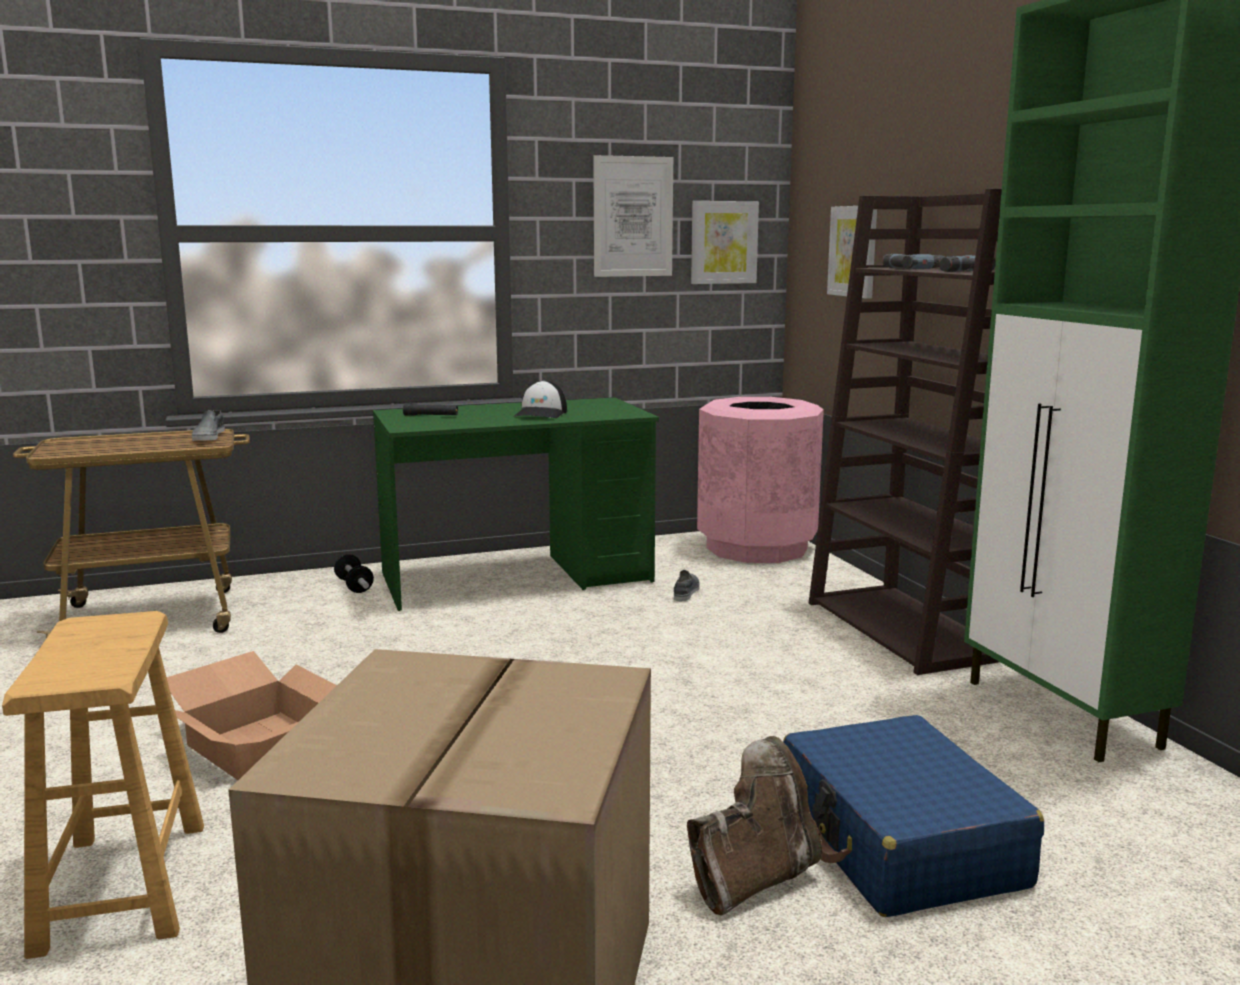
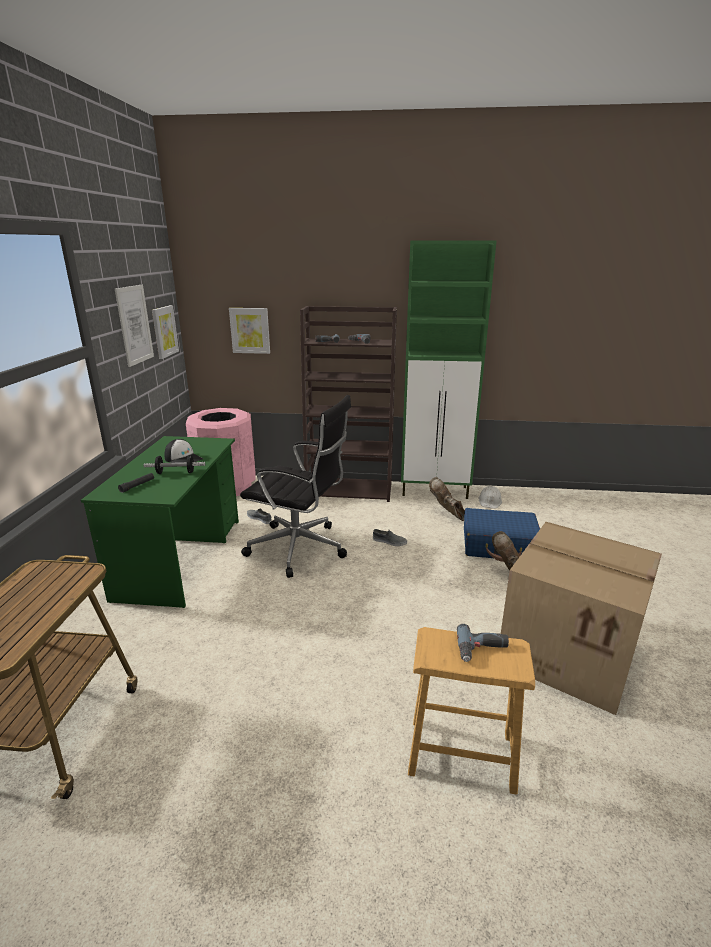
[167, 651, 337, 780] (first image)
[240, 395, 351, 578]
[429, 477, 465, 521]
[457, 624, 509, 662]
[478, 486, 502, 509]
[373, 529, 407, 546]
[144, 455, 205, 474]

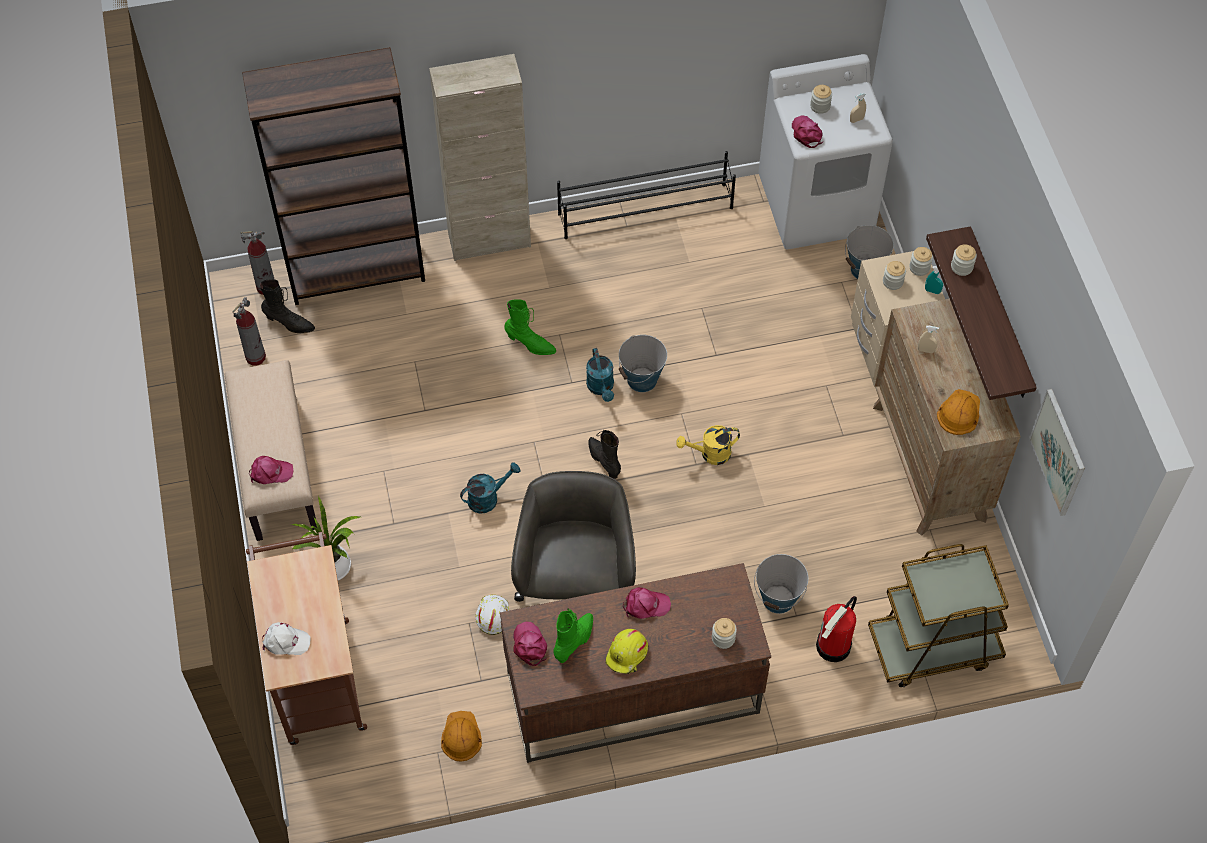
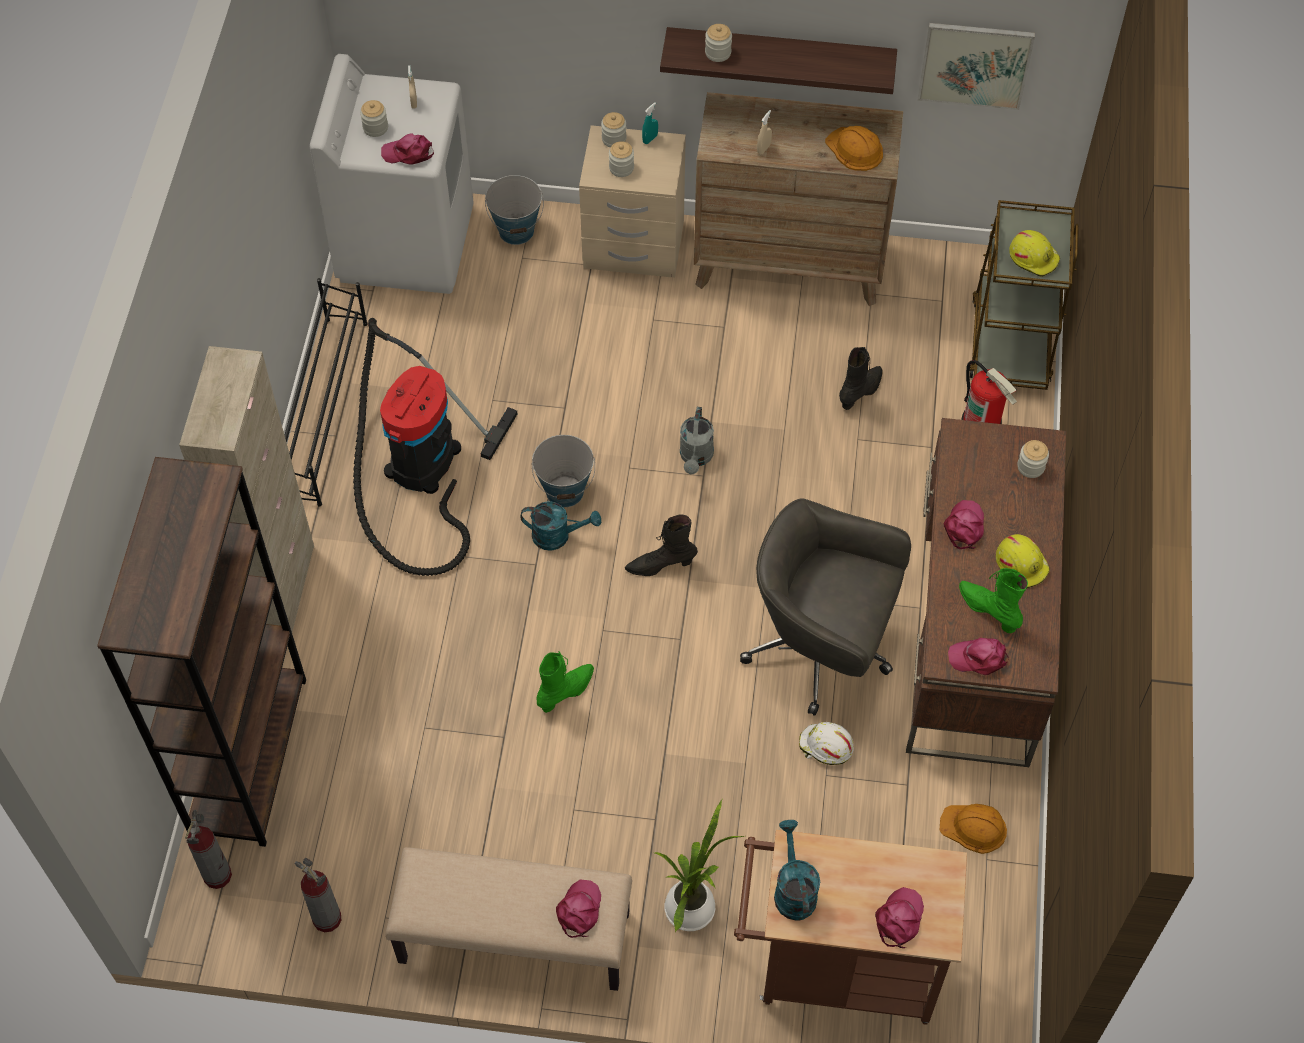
[754, 554, 808, 614] (first image)
[353, 318, 517, 576]
[1009, 230, 1060, 277]
[839, 347, 883, 410]
[774, 820, 820, 921]
[536, 651, 594, 713]
[875, 887, 924, 948]
[680, 407, 714, 474]

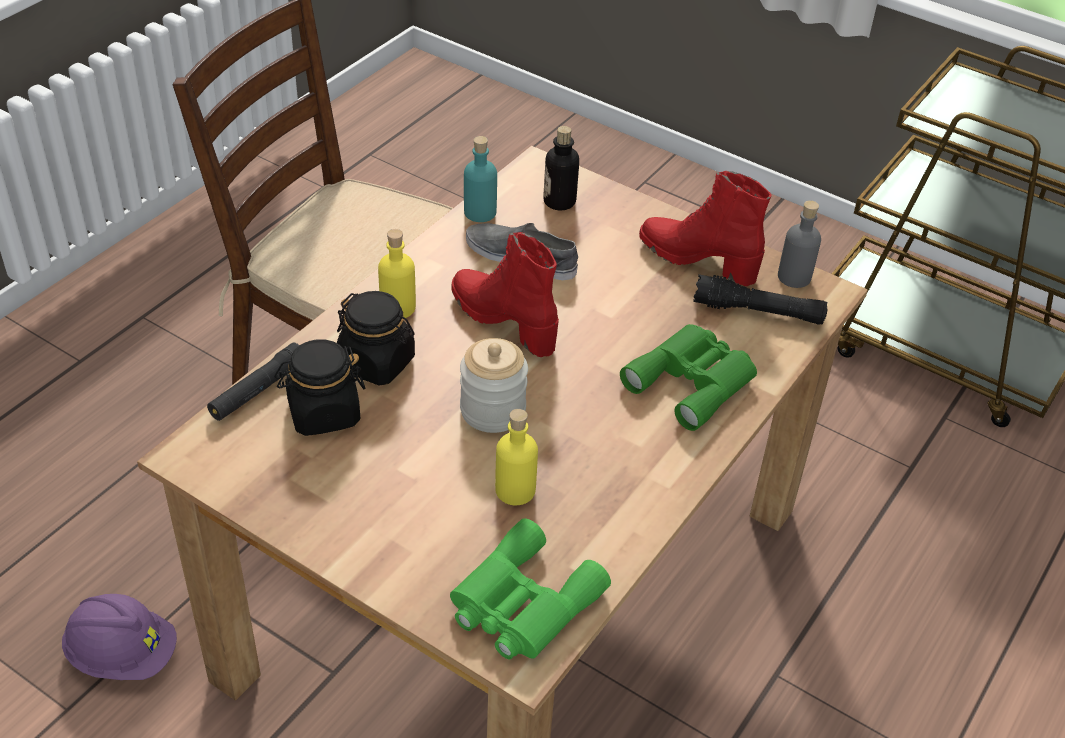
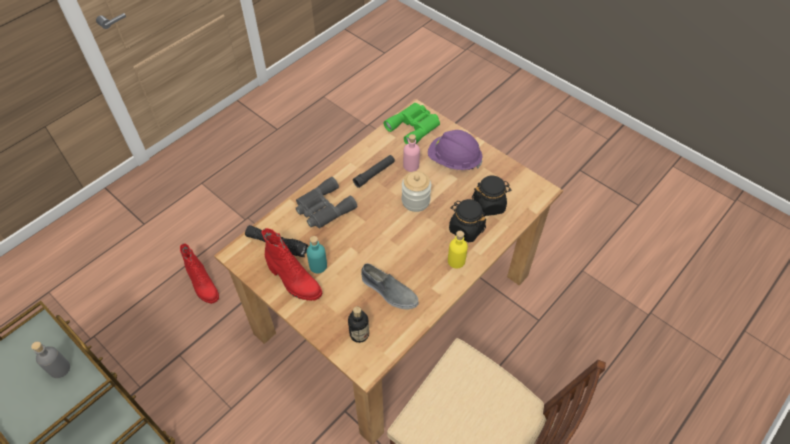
[428, 130, 483, 170]
[353, 155, 395, 188]
[180, 243, 219, 304]
[307, 236, 327, 274]
[31, 341, 70, 378]
[403, 134, 420, 172]
[296, 177, 357, 229]

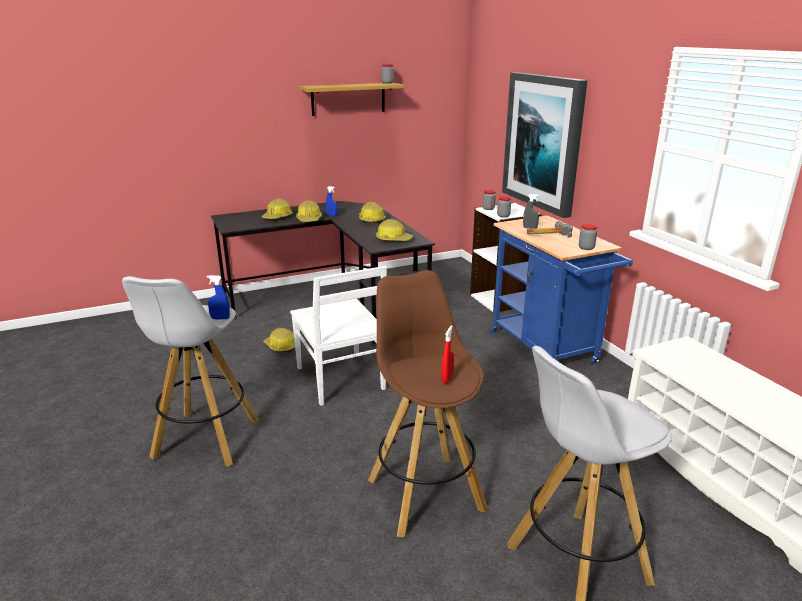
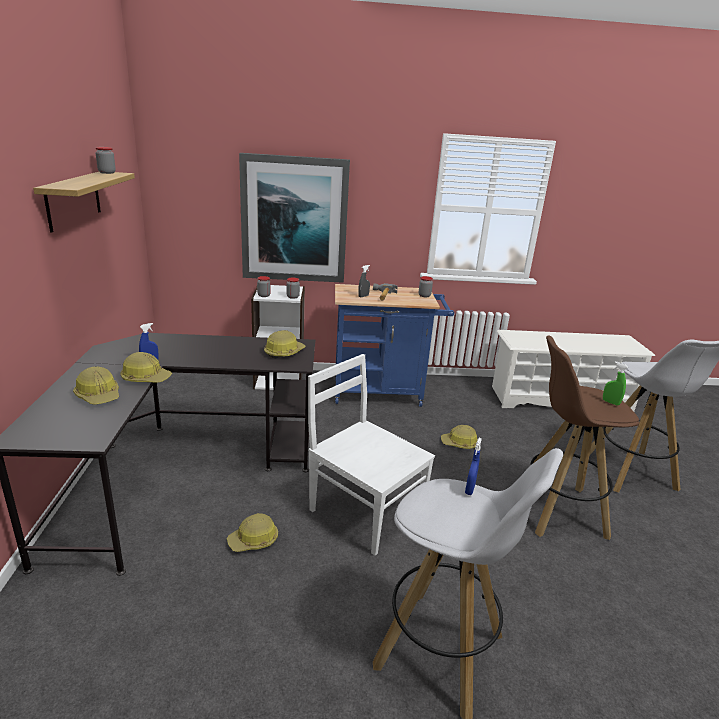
[441, 425, 478, 449]
[603, 361, 628, 406]
[308, 354, 435, 556]

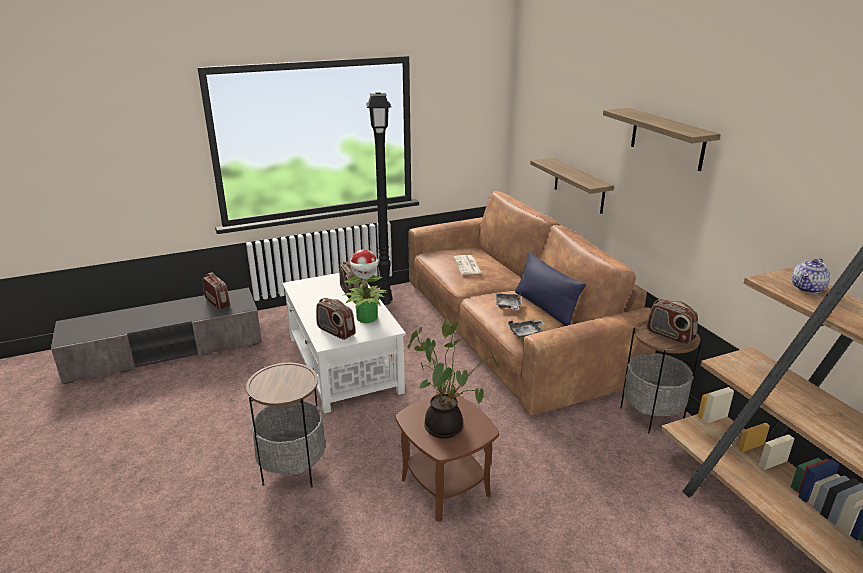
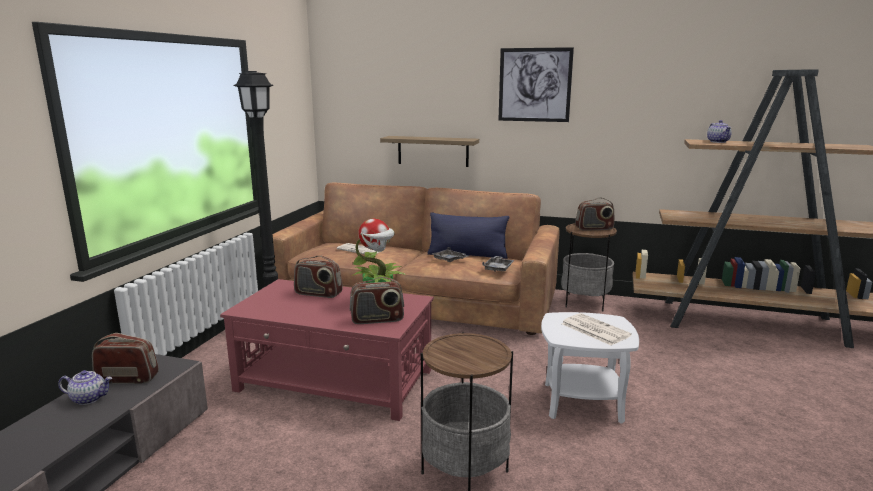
[58, 370, 112, 405]
[562, 313, 632, 345]
[499, 47, 574, 122]
[220, 279, 434, 421]
[541, 312, 639, 423]

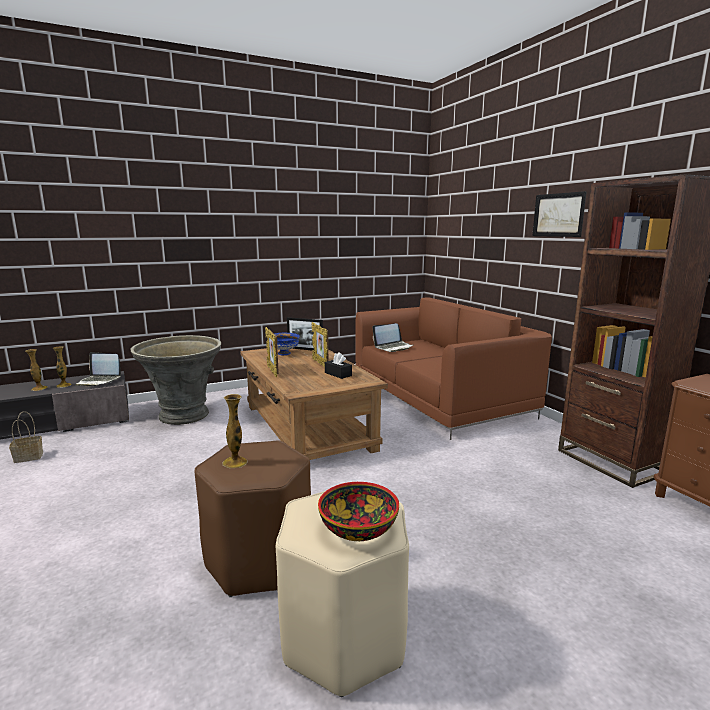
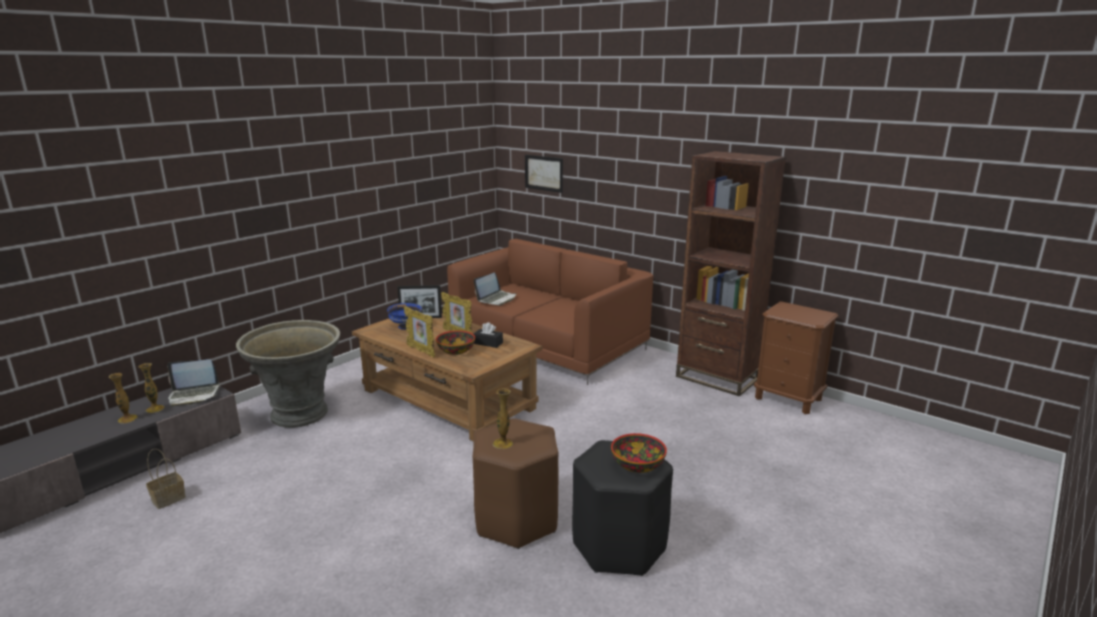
[436, 331, 475, 355]
[525, 155, 563, 193]
[572, 440, 673, 576]

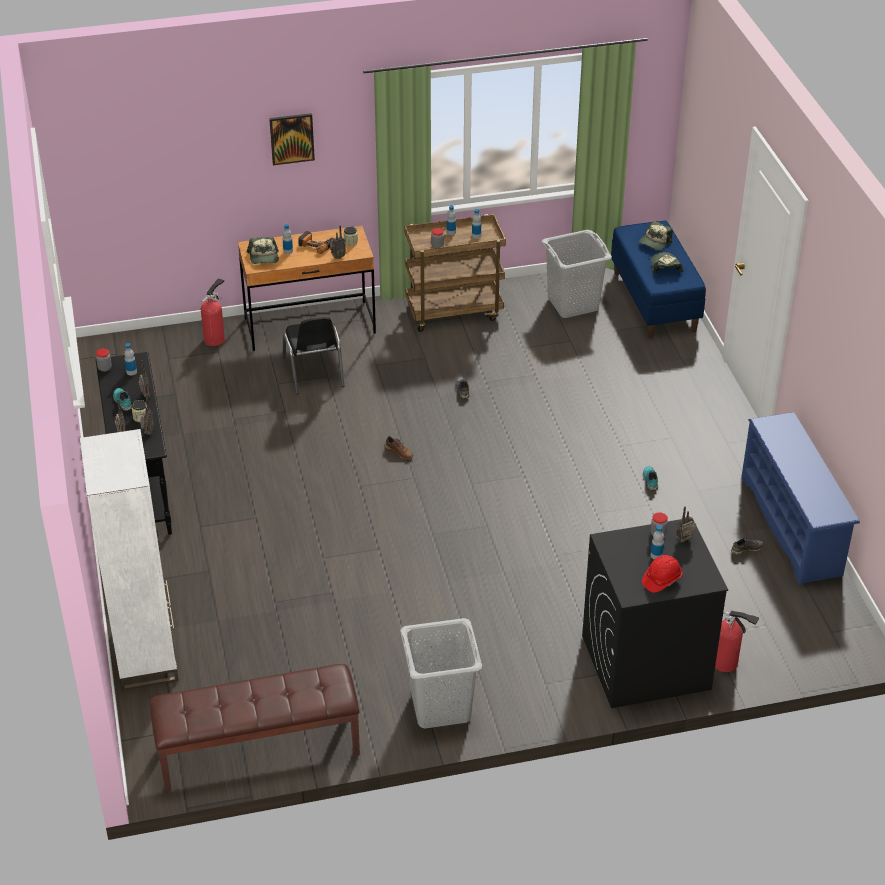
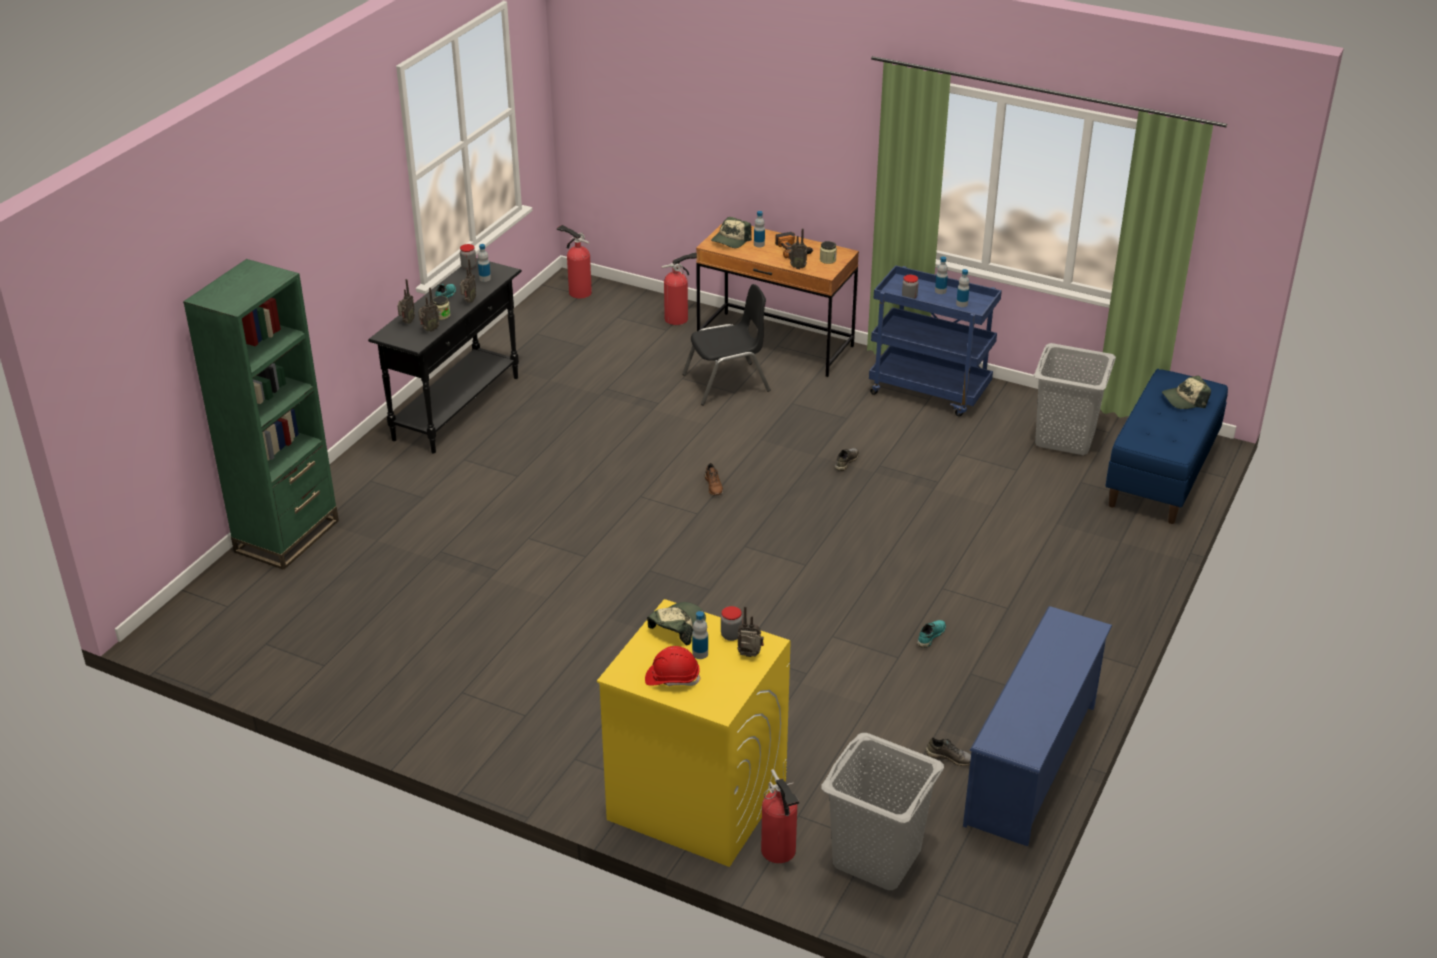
[150, 664, 360, 791] (first image)
[269, 113, 315, 165] (first image)
[557, 225, 592, 298]
[821, 733, 944, 890]
[647, 602, 706, 645]
[183, 259, 339, 570]
[869, 265, 1002, 417]
[597, 599, 791, 867]
[682, 284, 771, 406]

